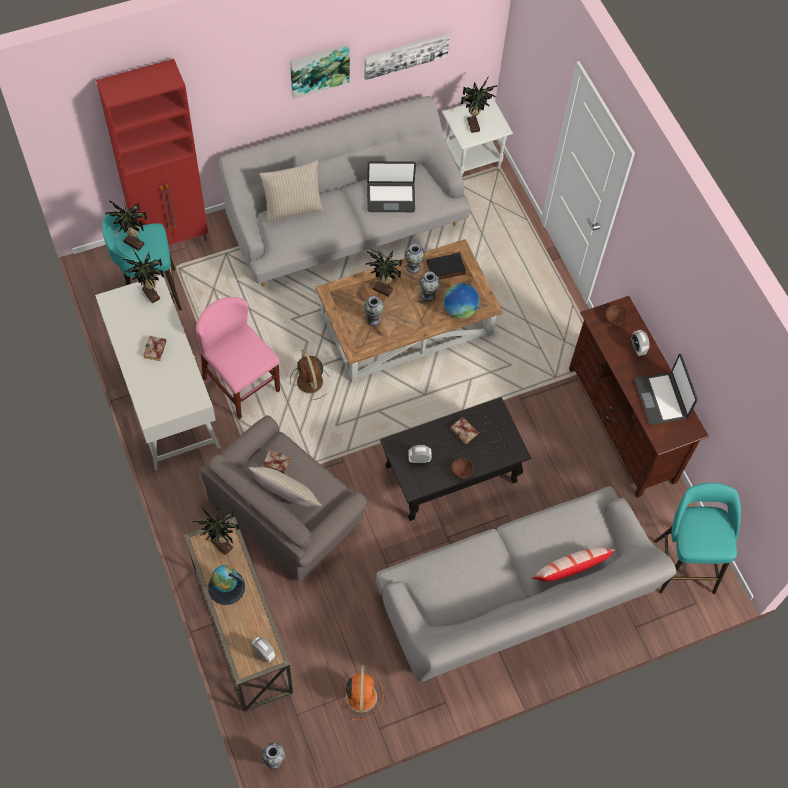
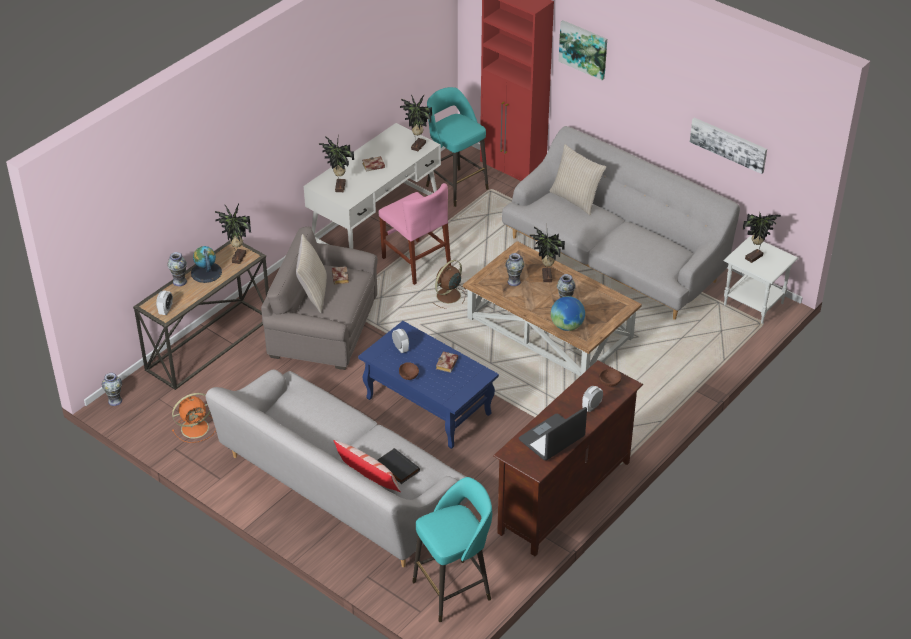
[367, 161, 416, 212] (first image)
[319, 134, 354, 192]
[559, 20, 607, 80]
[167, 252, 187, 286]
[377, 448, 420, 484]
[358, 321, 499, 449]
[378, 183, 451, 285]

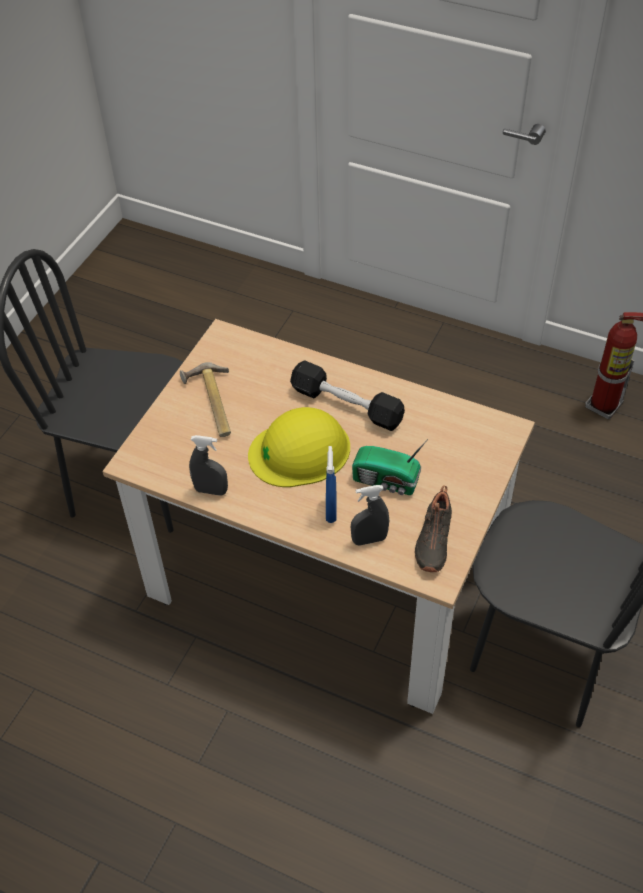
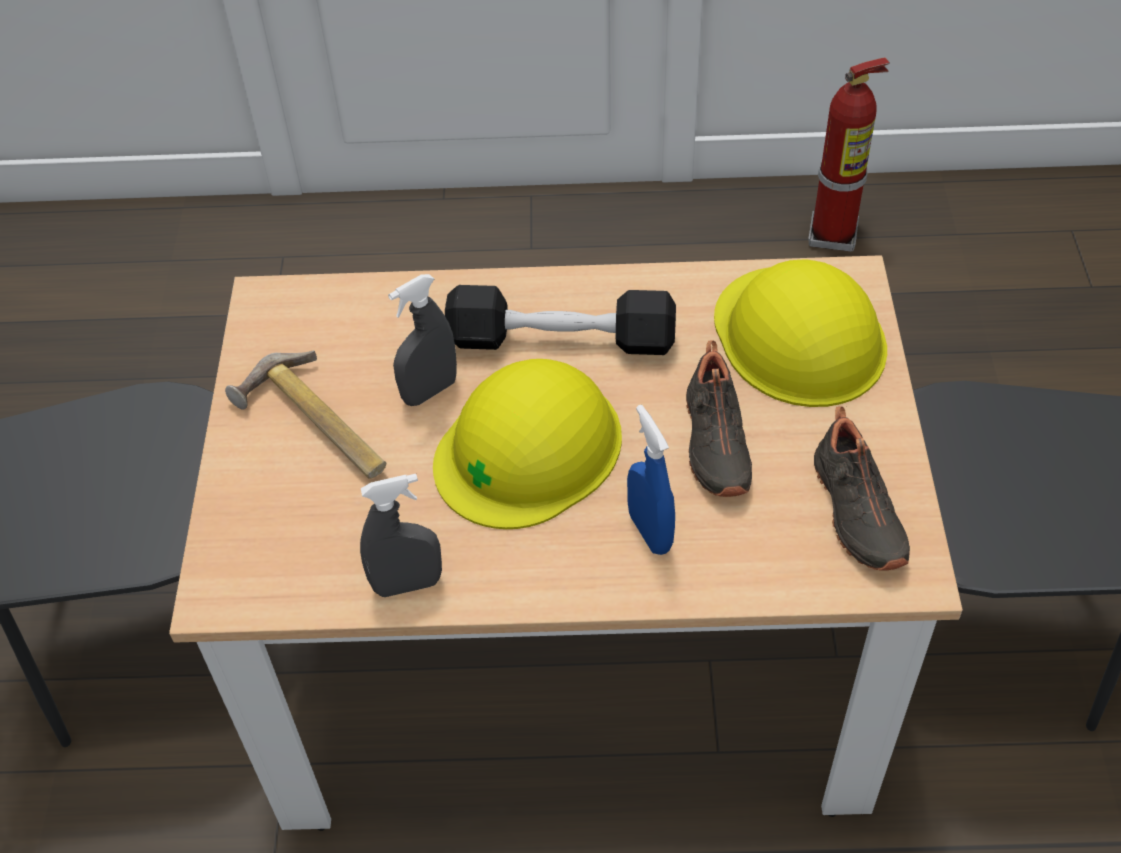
[714, 259, 887, 407]
[388, 274, 457, 406]
[686, 341, 752, 497]

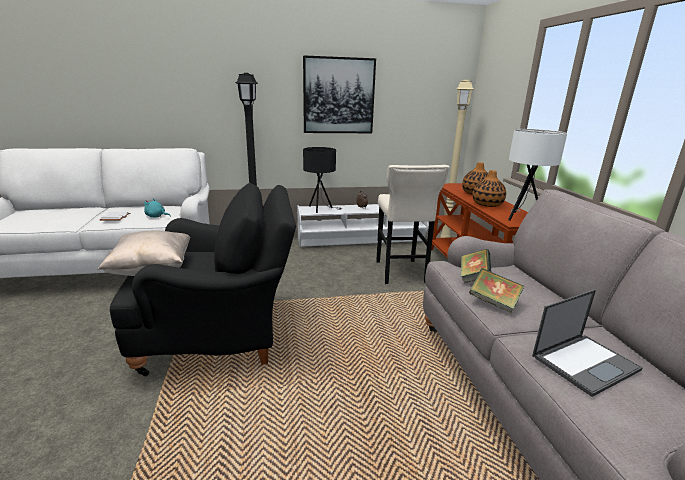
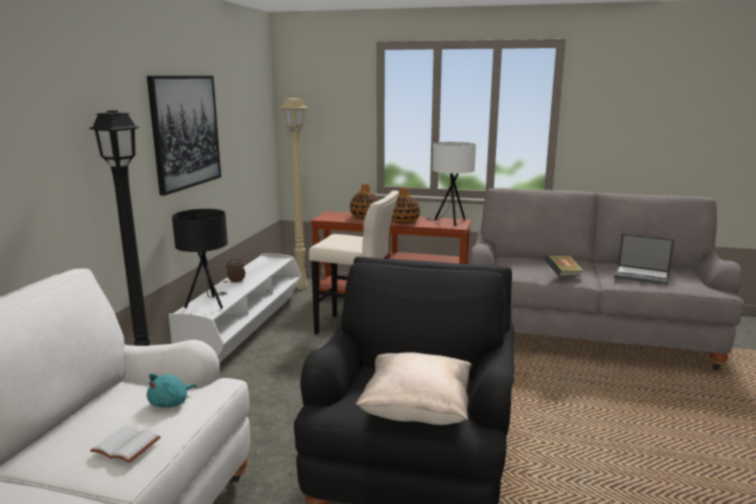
[461, 249, 491, 283] (first image)
[614, 233, 675, 285]

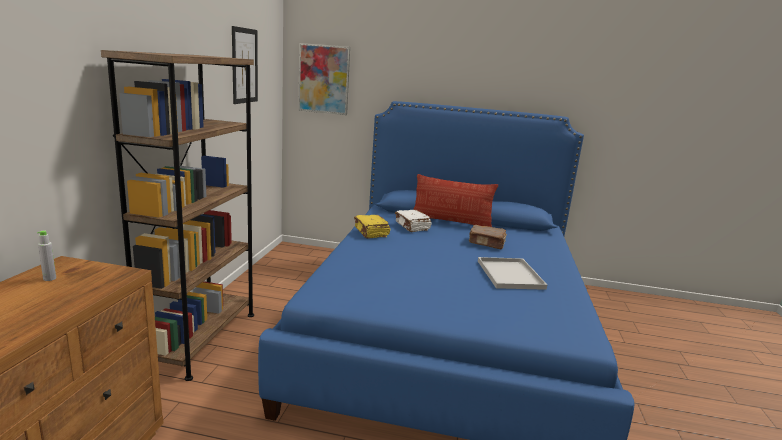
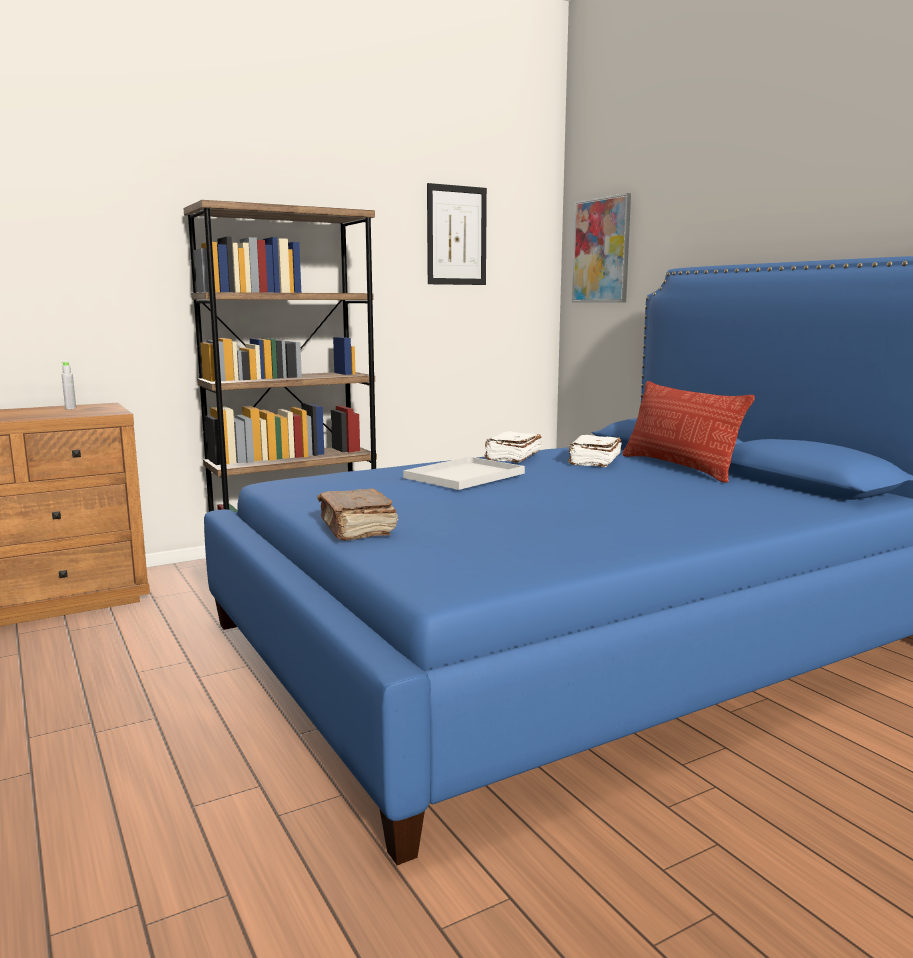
[317, 489, 398, 540]
[403, 457, 525, 490]
[485, 431, 542, 463]

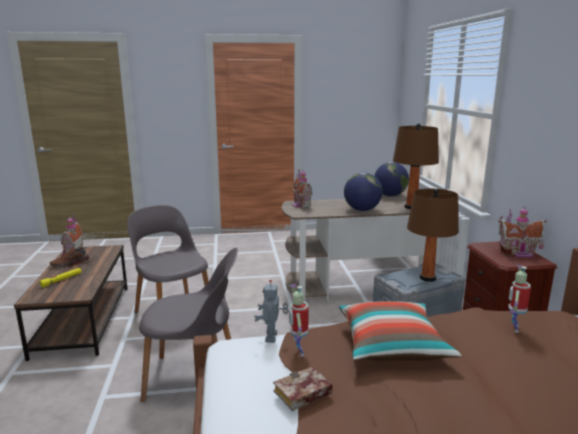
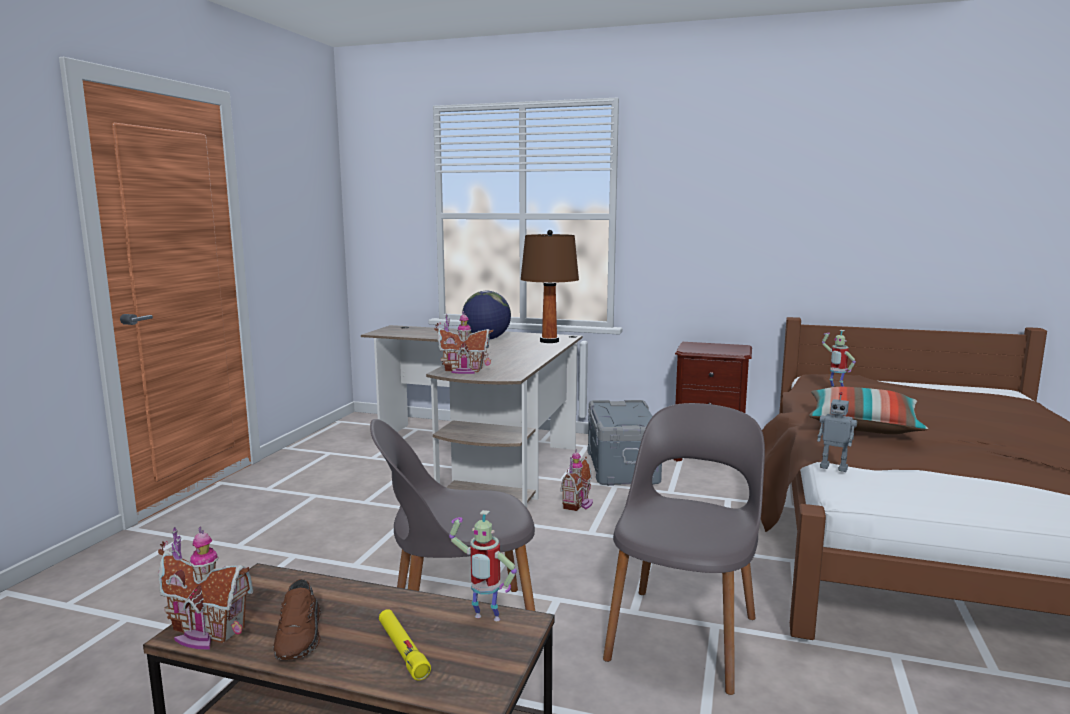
[273, 367, 333, 411] (first image)
[344, 173, 383, 211] (first image)
[407, 188, 459, 282] (first image)
[449, 510, 517, 621]
[560, 449, 593, 511]

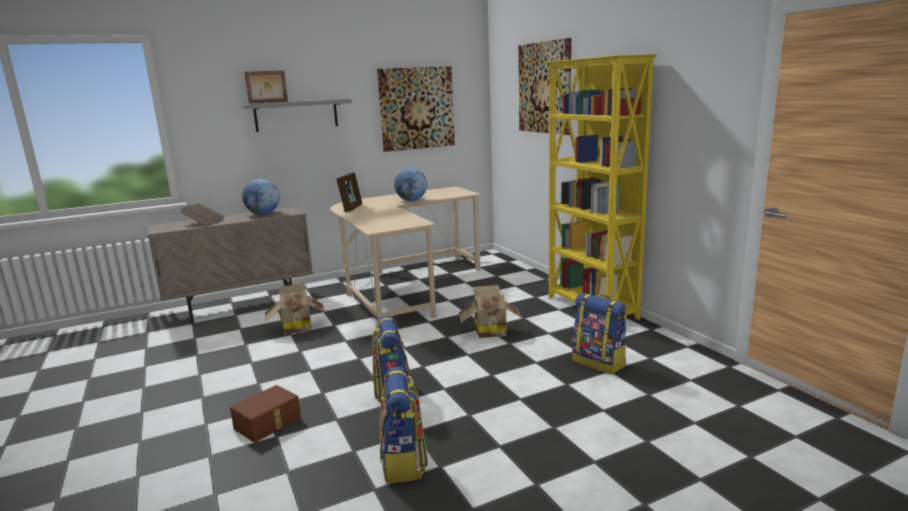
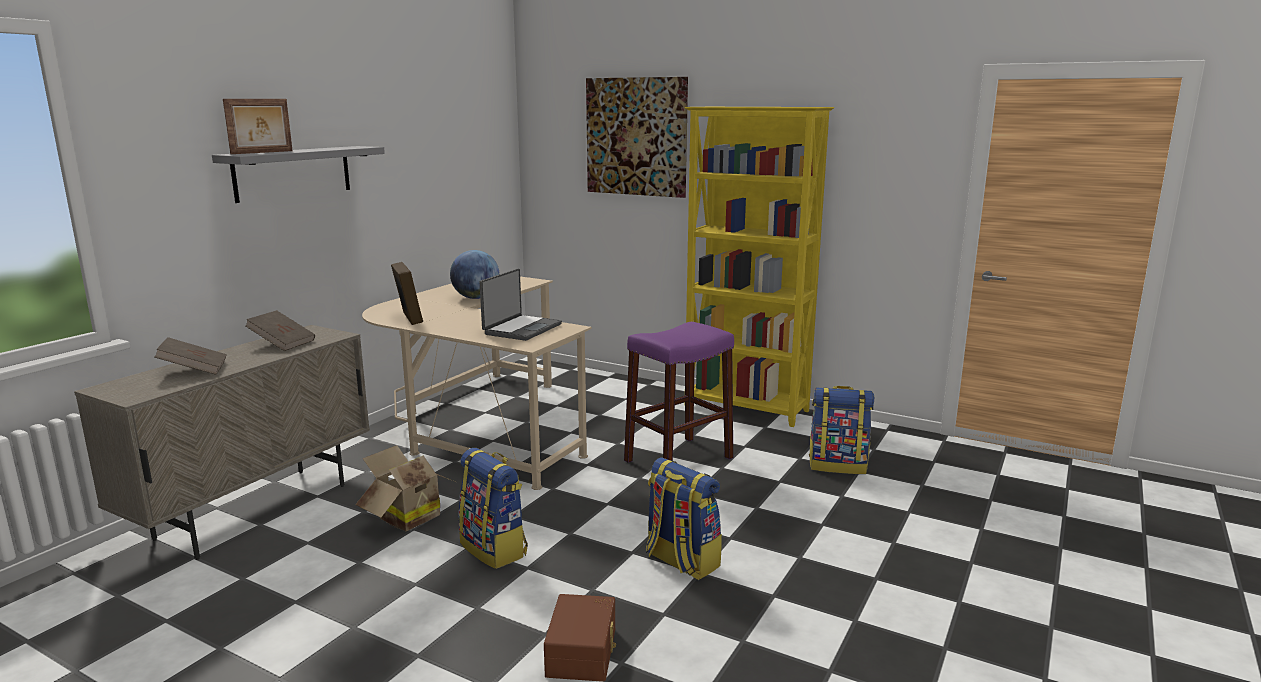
[377, 66, 455, 152] (first image)
[480, 269, 562, 341]
[458, 448, 528, 569]
[245, 310, 315, 351]
[624, 322, 734, 463]

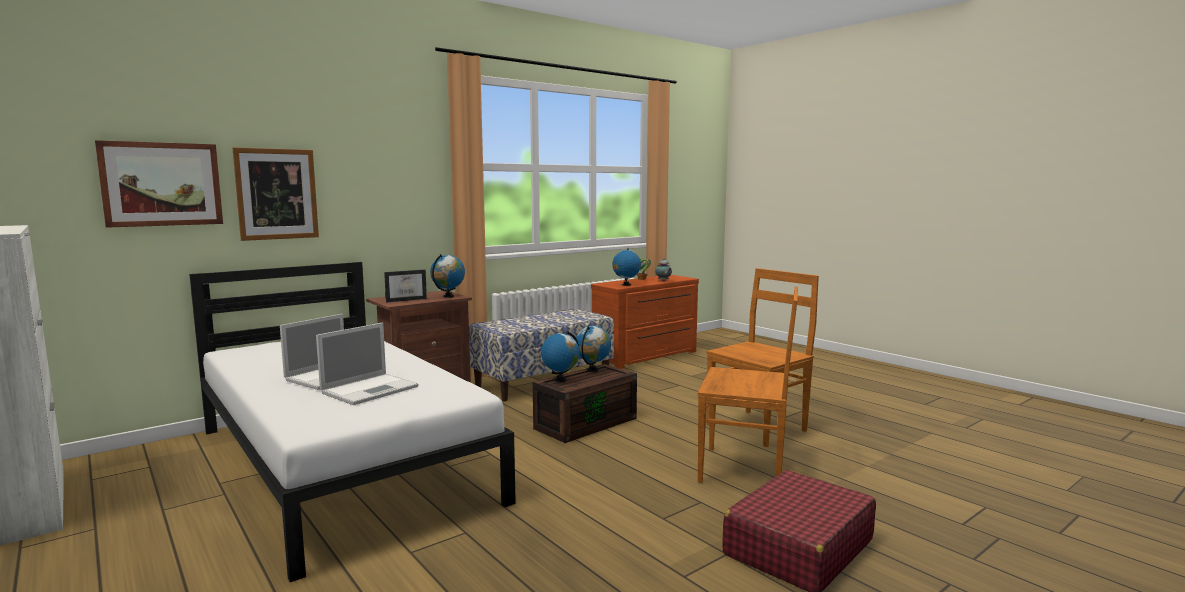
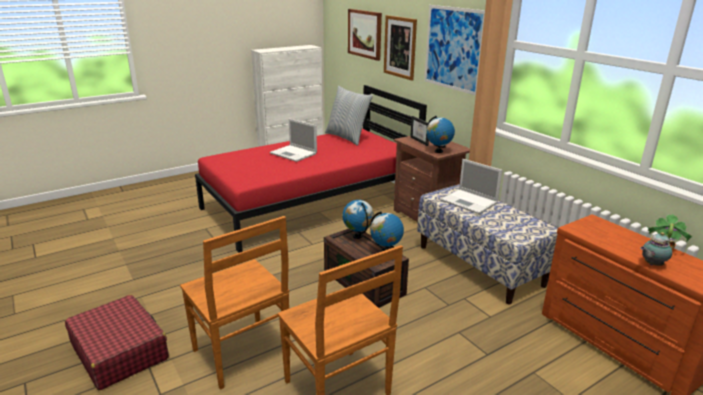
[612, 248, 641, 286] (first image)
[325, 86, 373, 146]
[424, 5, 485, 95]
[441, 159, 502, 214]
[195, 85, 427, 253]
[180, 216, 290, 390]

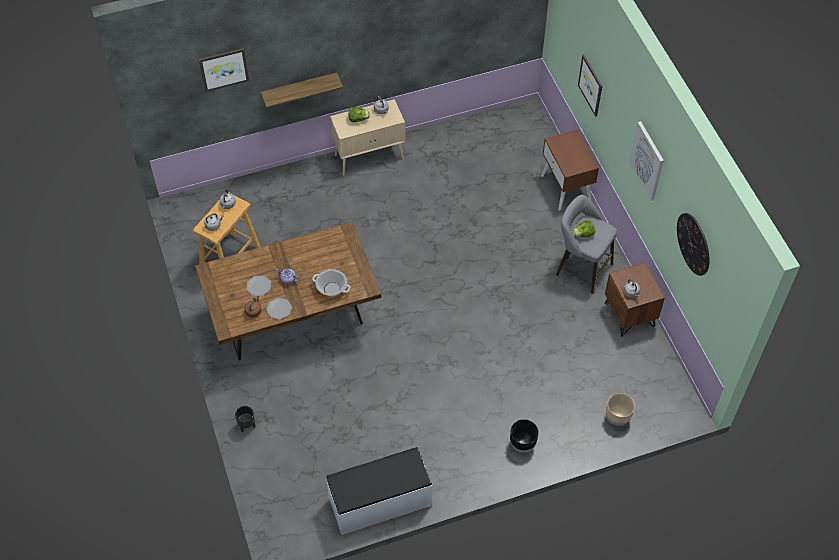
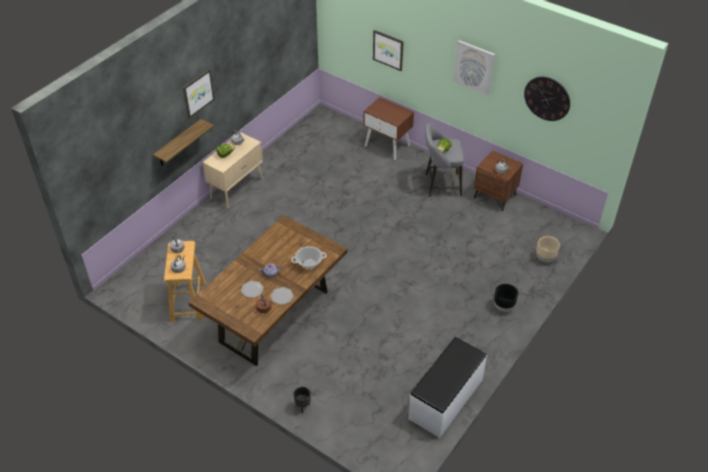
[183, 69, 215, 119]

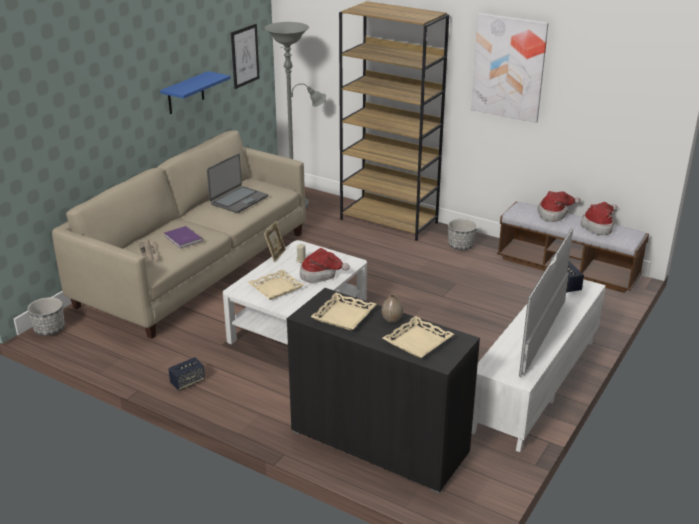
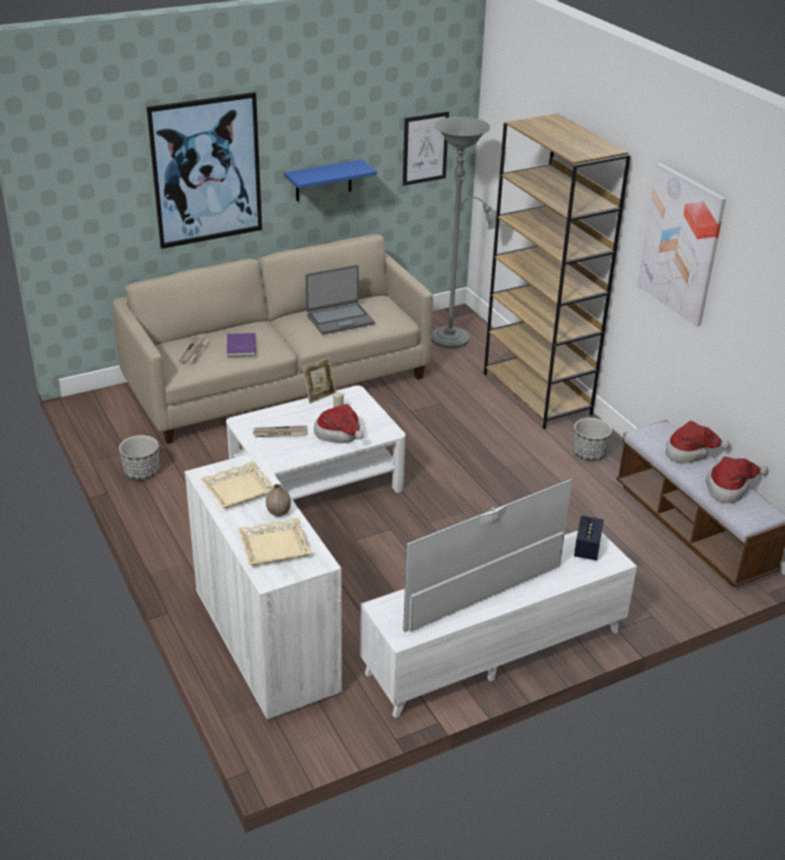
[168, 357, 205, 391] (first image)
[147, 92, 262, 249]
[119, 435, 159, 480]
[253, 425, 308, 437]
[184, 452, 342, 721]

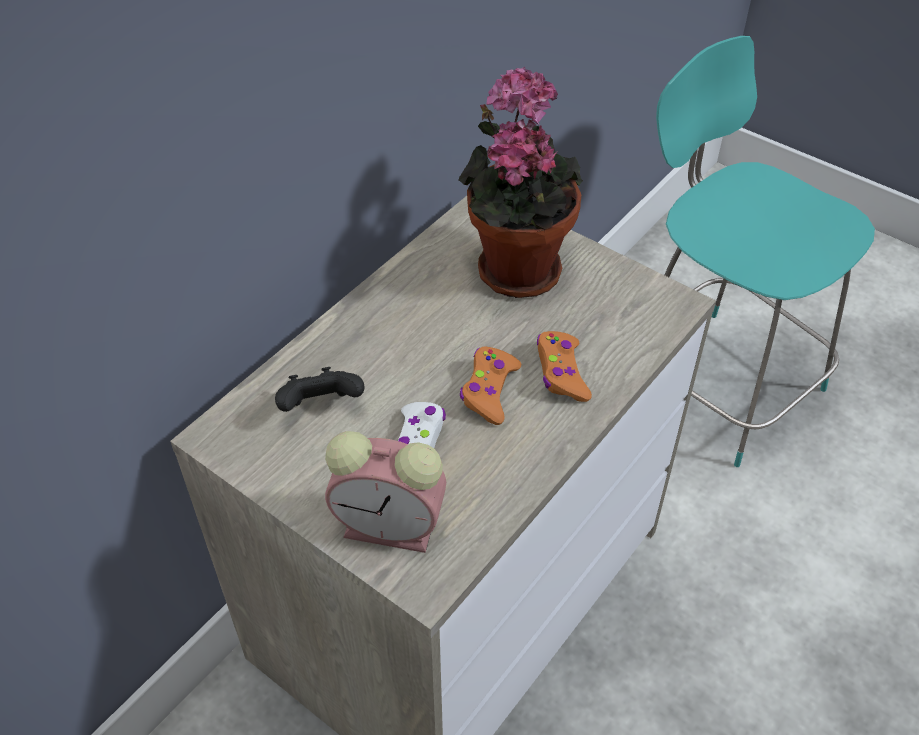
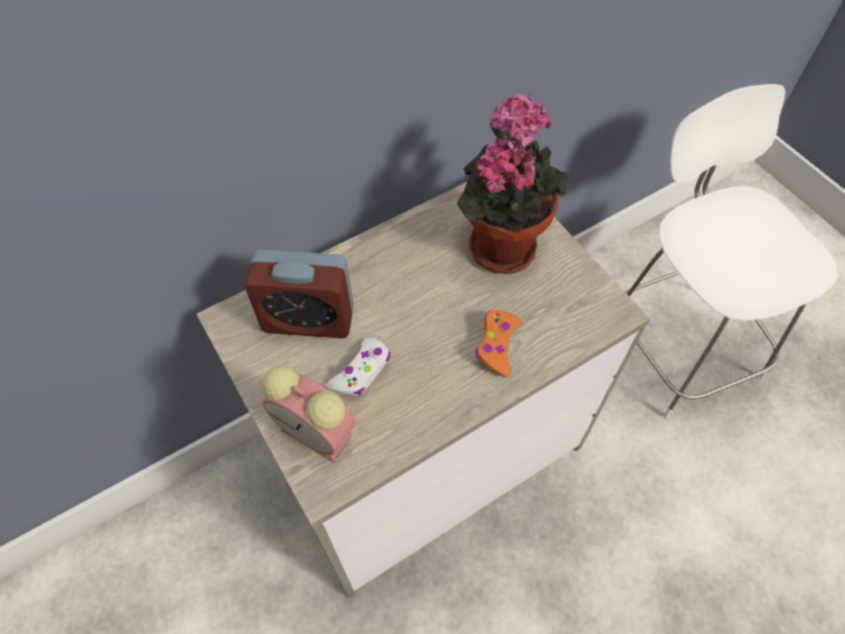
[460, 346, 521, 425] (first image)
[245, 250, 354, 338]
[625, 84, 838, 418]

